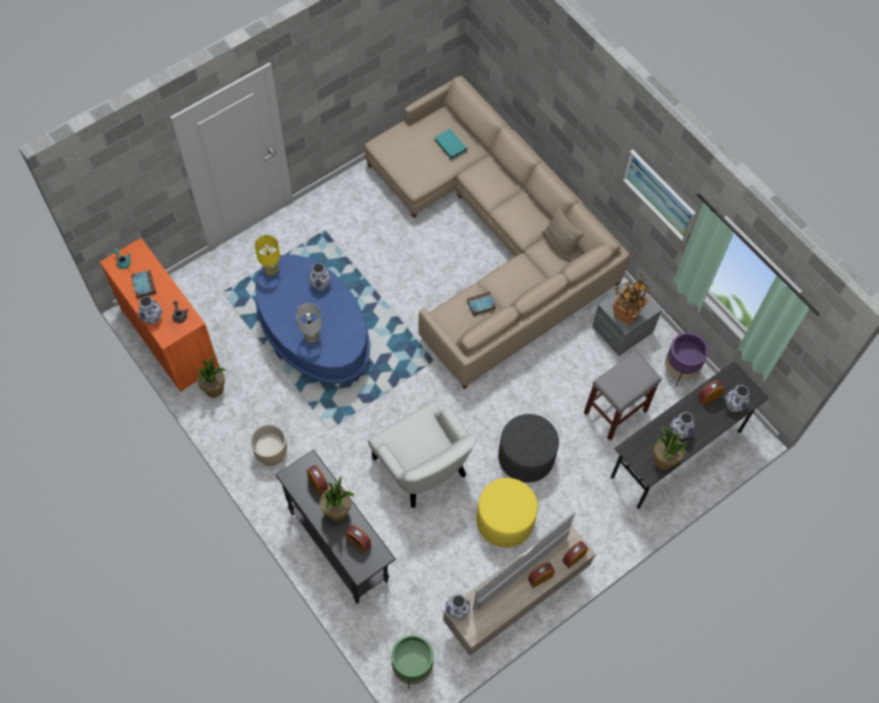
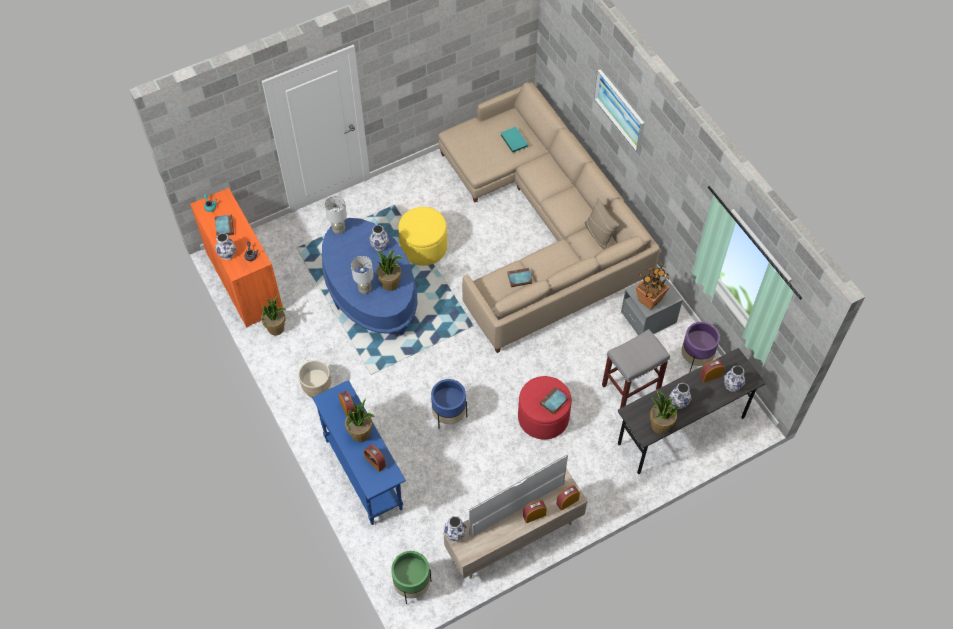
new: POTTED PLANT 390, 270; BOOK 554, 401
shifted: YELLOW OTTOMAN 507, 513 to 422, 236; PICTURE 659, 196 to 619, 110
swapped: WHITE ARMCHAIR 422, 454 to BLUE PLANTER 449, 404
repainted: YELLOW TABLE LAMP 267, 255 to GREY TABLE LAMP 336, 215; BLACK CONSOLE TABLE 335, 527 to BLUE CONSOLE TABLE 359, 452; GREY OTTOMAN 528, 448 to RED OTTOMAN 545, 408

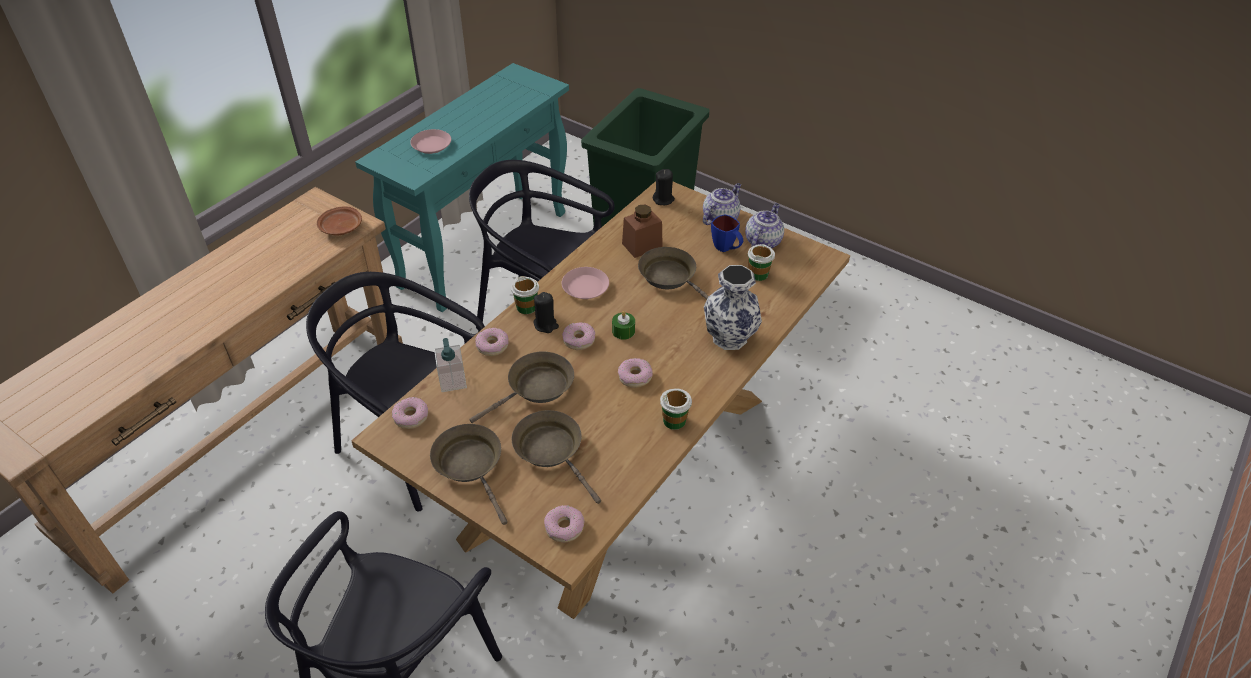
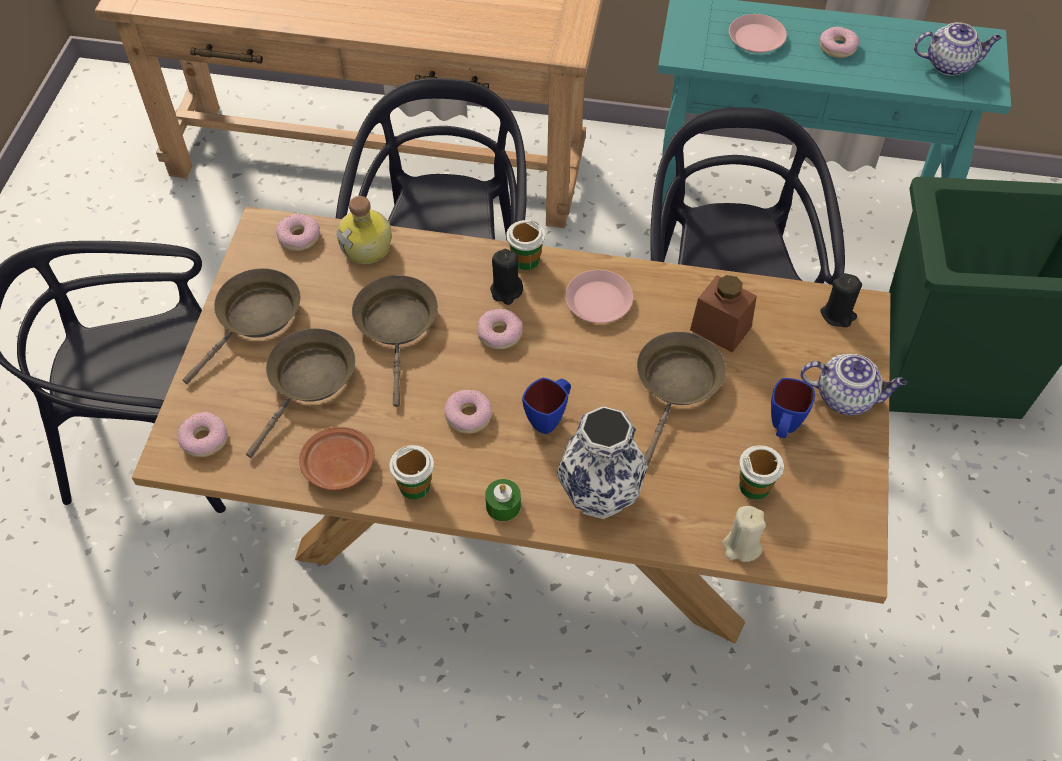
new: BLUE MUG 546, 406; BEIGE CANDLE 744, 534
shifted: BROWN PLATE 339, 220 to 337, 458; DONUT 492, 342 to 839, 42; GREEN CANDLE 623, 325 to 503, 500; TEAPOT 764, 226 to 958, 49
swapped: SOAP DISPENSER 450, 365 to BOTTLE 364, 230
rotated: BROWN FRYING PAN 521, 387 = 395, 341 120 degrees counterclockwise

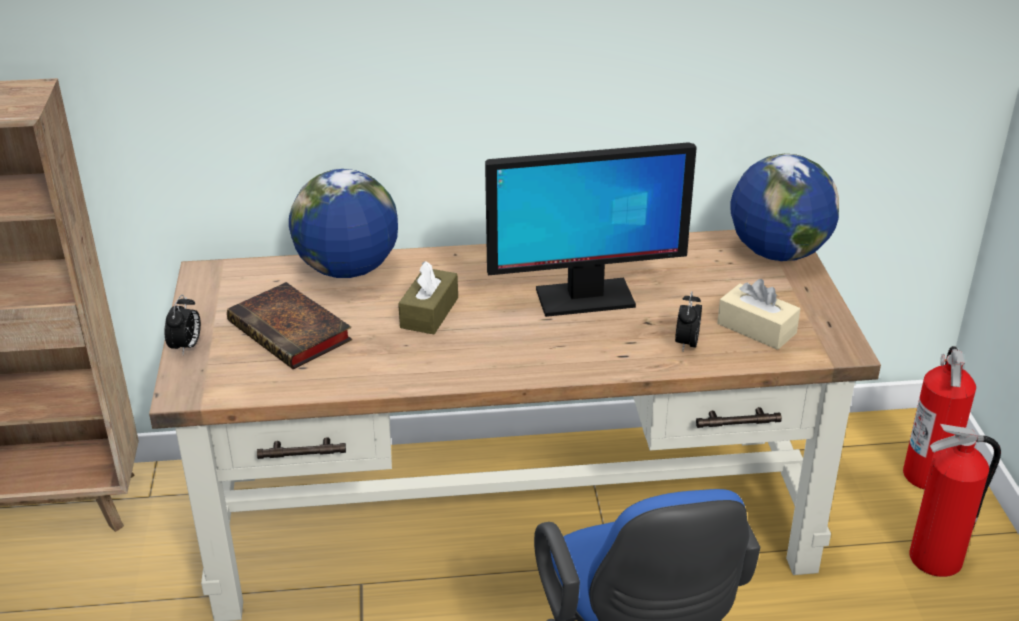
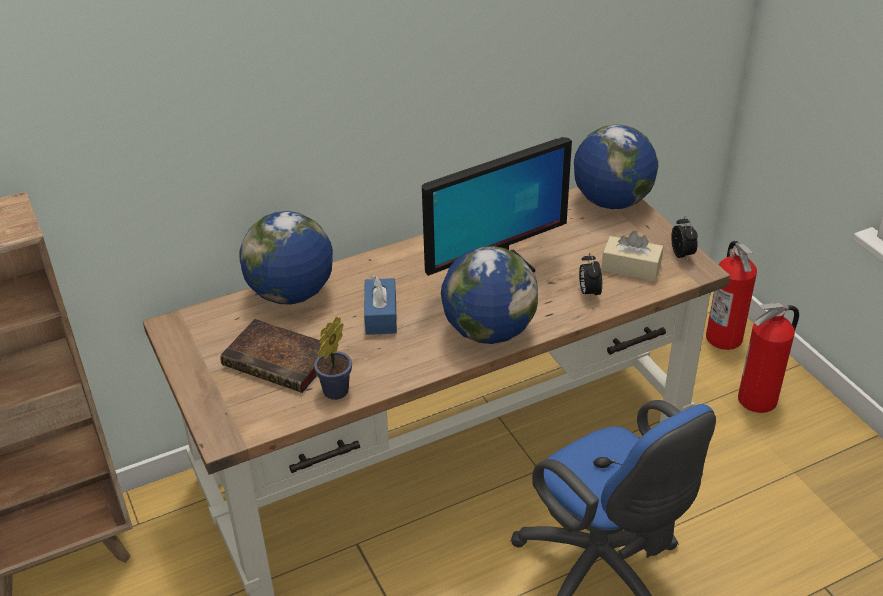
new: POTTED PLANT 333, 358; GLOBE 489, 295
shifted: ALARM CLOCK 182, 324 to 684, 238
repainted: BROWN TISSUE BOX 428, 297 to BLUE TISSUE BOX 380, 305

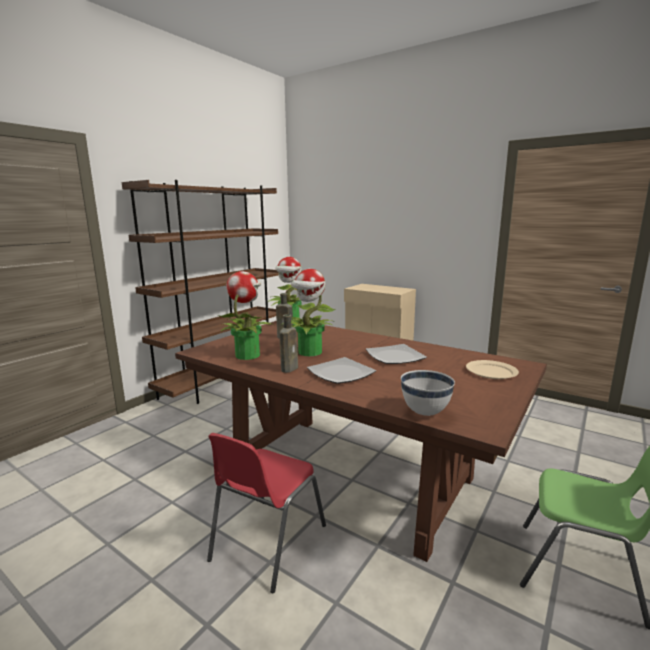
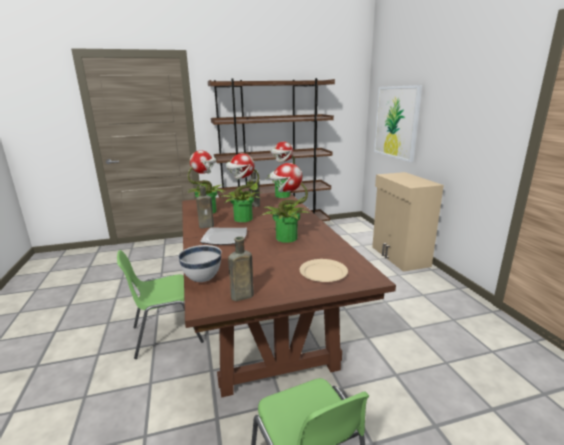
new: BROWN BOTTLE 241, 268; PICTURE 398, 123
swapped: PLATE 396, 354 to POTTED PLANT 285, 203
repainted: RED CHAIR 266, 513 to GREEN CHAIR 160, 304

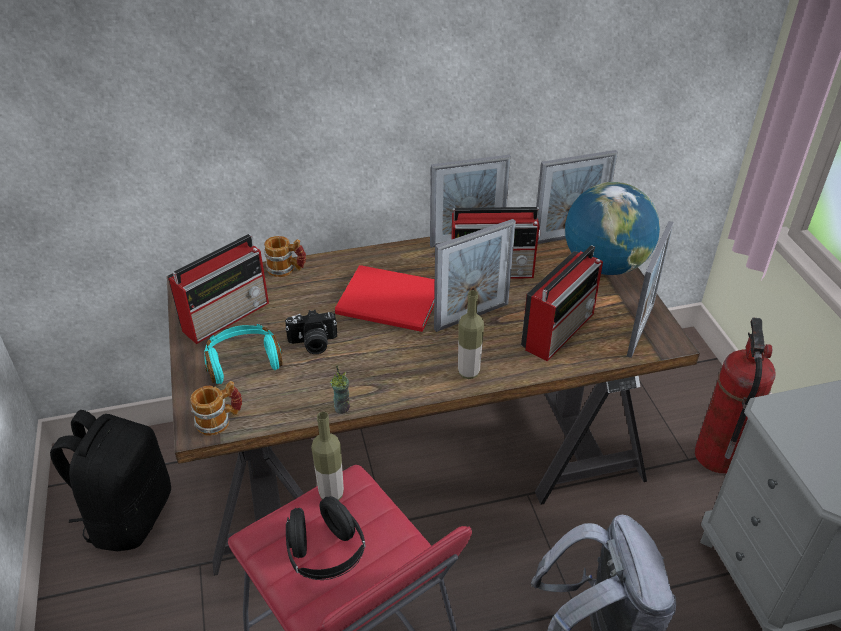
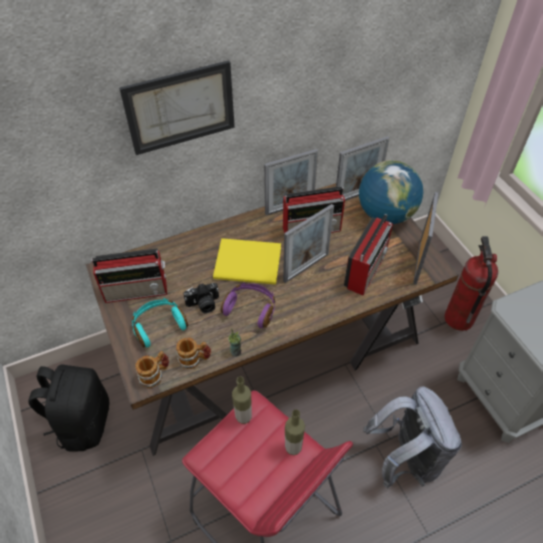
gone: BLACK HEADPHONES 325, 538
new: PICTURE 177, 107; PURPLE HEADPHONES 248, 305
shifted: MUG 285, 256 to 193, 353; BOTTLE 471, 334 to 295, 432
repainted: RED BOOK 385, 298 to YELLOW BOOK 247, 261
rotated: RADIO 218, 289 = 129, 275 45 degrees clockwise

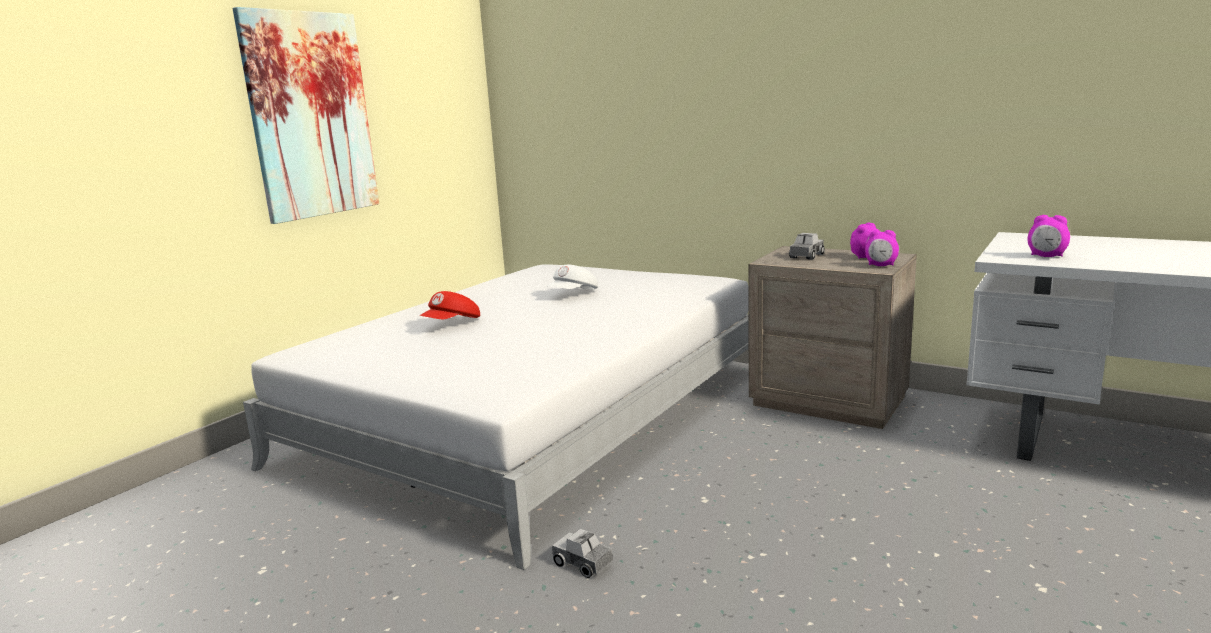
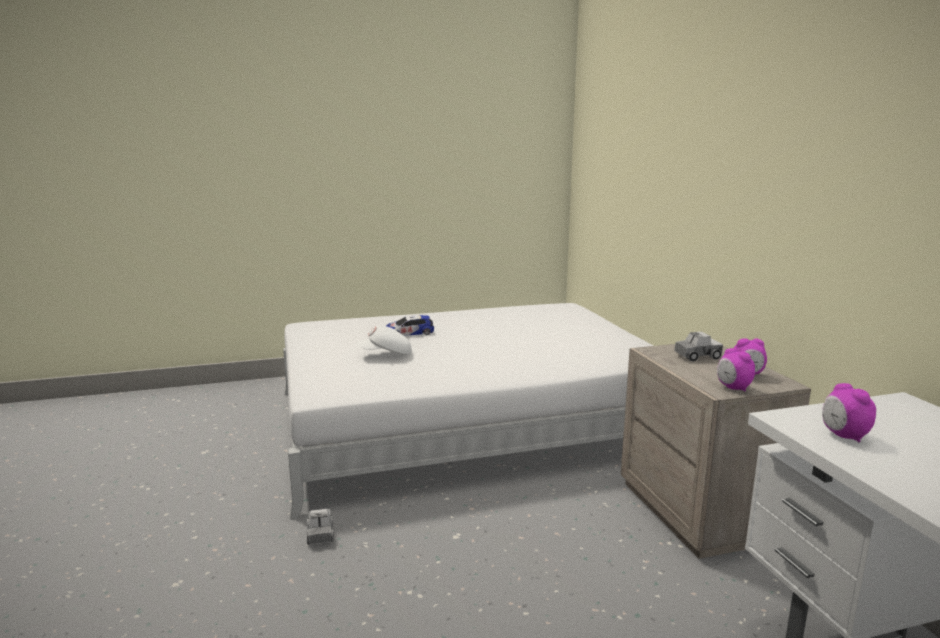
gone: PICTURE 305, 115
shifted: WHITE CAP 572, 277 to 384, 340
swapped: RED CAP 450, 305 to TOY CAR 410, 325

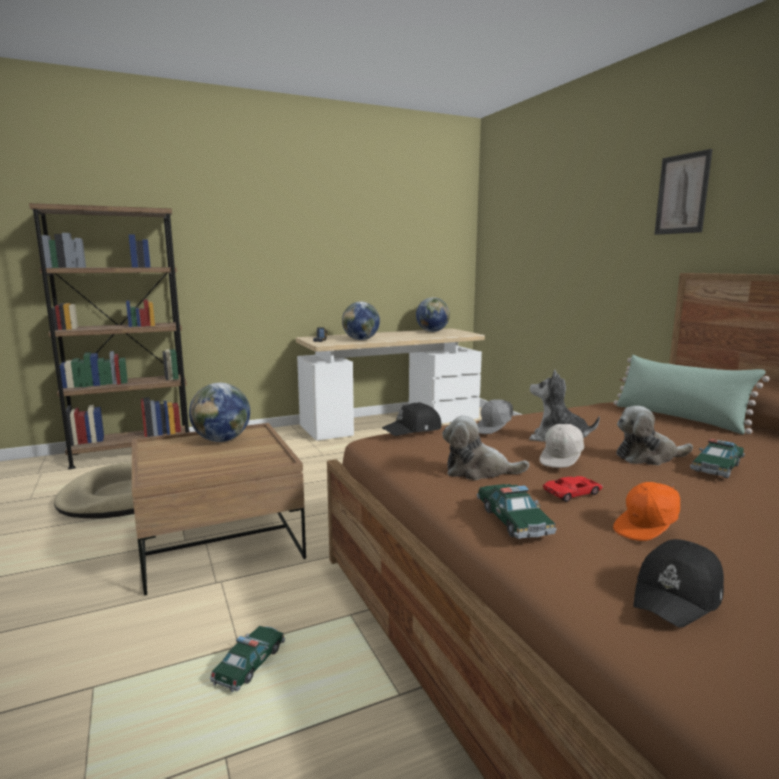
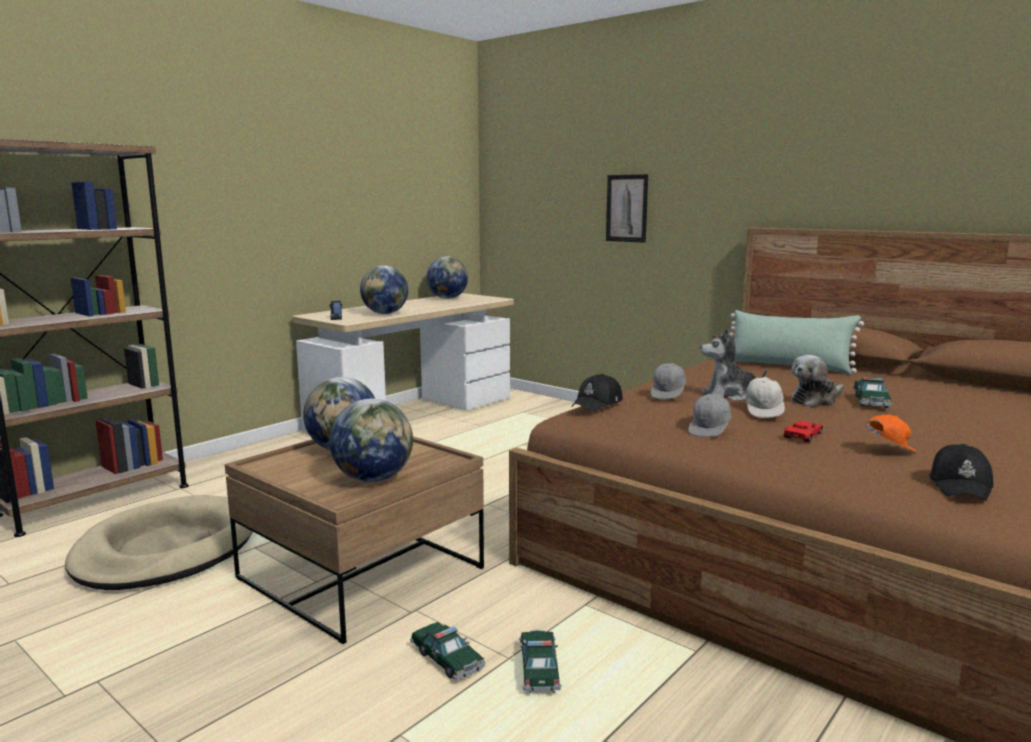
new: GLOBE 371, 440
shifted: TOY CAR 516, 511 to 447, 651; PICTURE 683, 192 to 627, 208
swapped: PLUSH TOY 485, 447 to GREY CAP 710, 416
rotated: ORANGE CAP 646, 511 = 891, 433 150 degrees counterclockwise

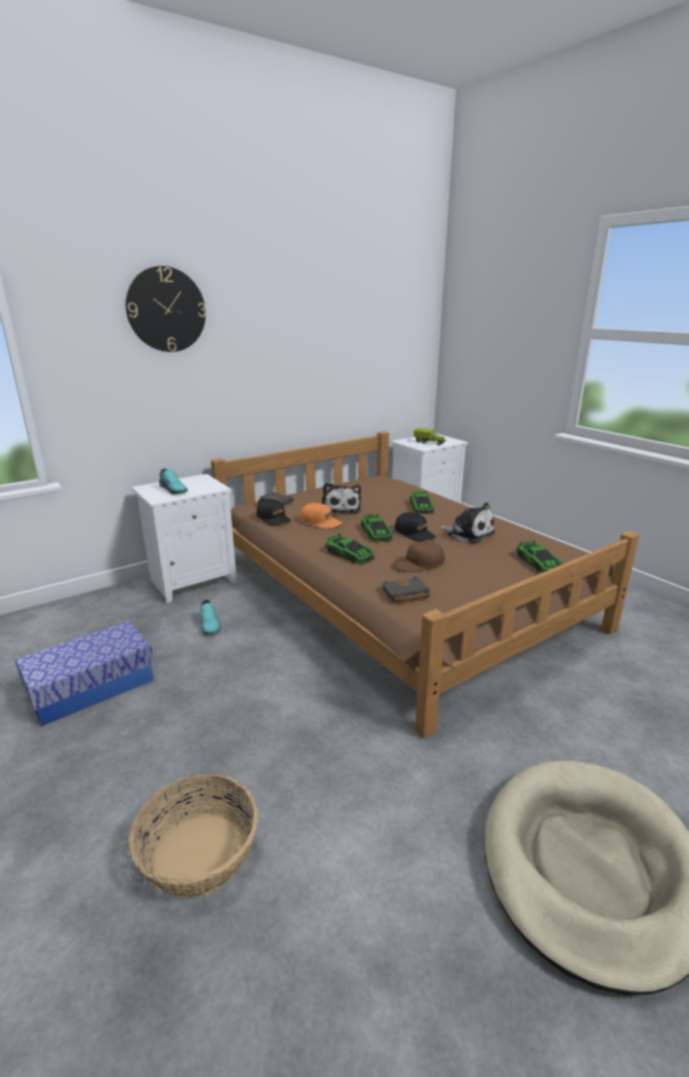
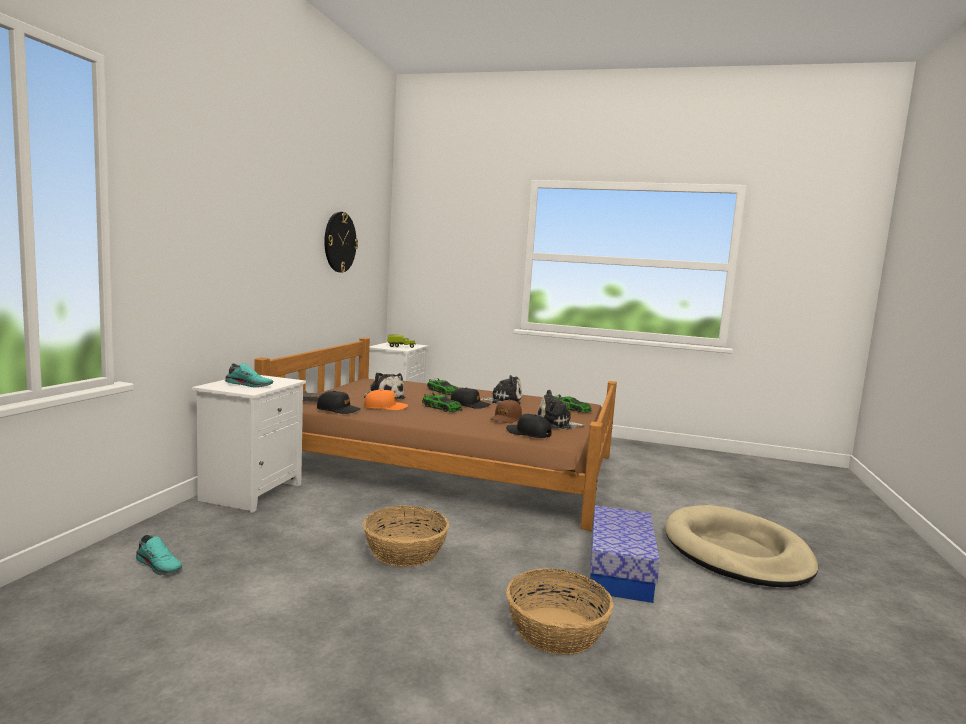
gone: TOY CAR 350, 548
new: BASKET 406, 536; PLUSH TOY 561, 409
shifted: STORAGE BOX 84, 673 to 625, 554; WALL CLOCK 166, 309 to 341, 242; TURQUOISE SHOE 211, 617 to 159, 555
swapped: BLACK BOOK 406, 589 to BLACK CAP 528, 426

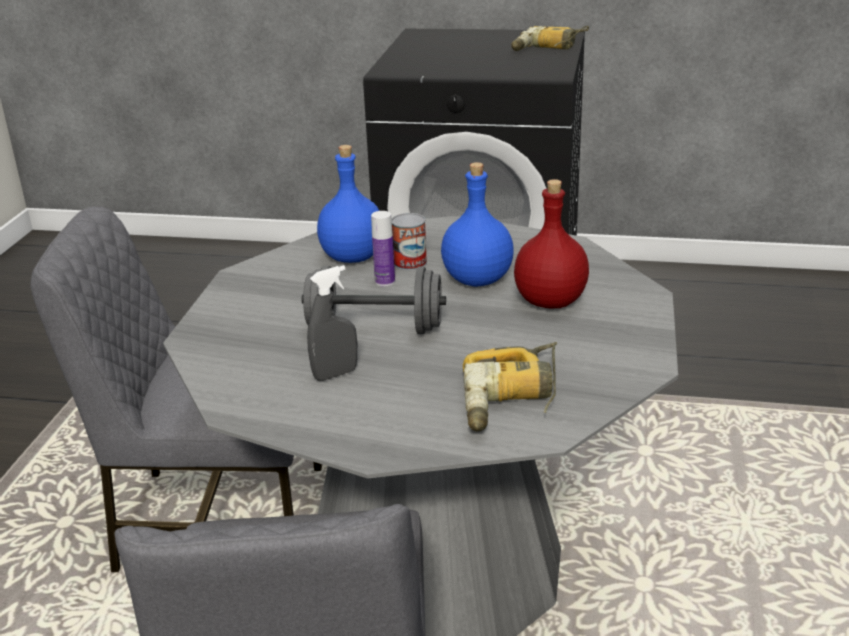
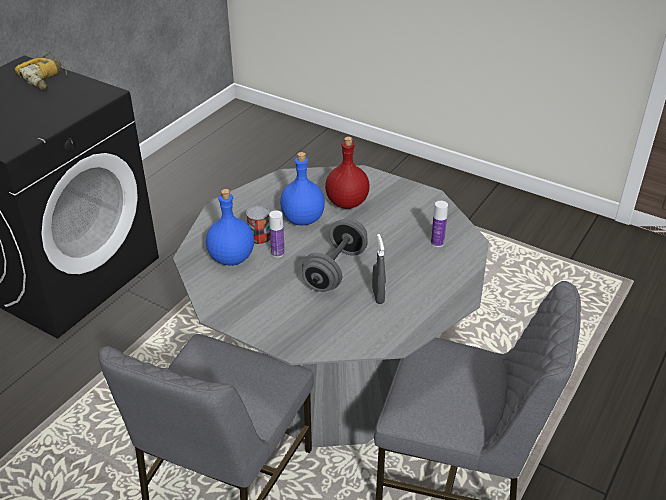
swapped: POWER DRILL 510, 386 to BOTTLE 439, 224

